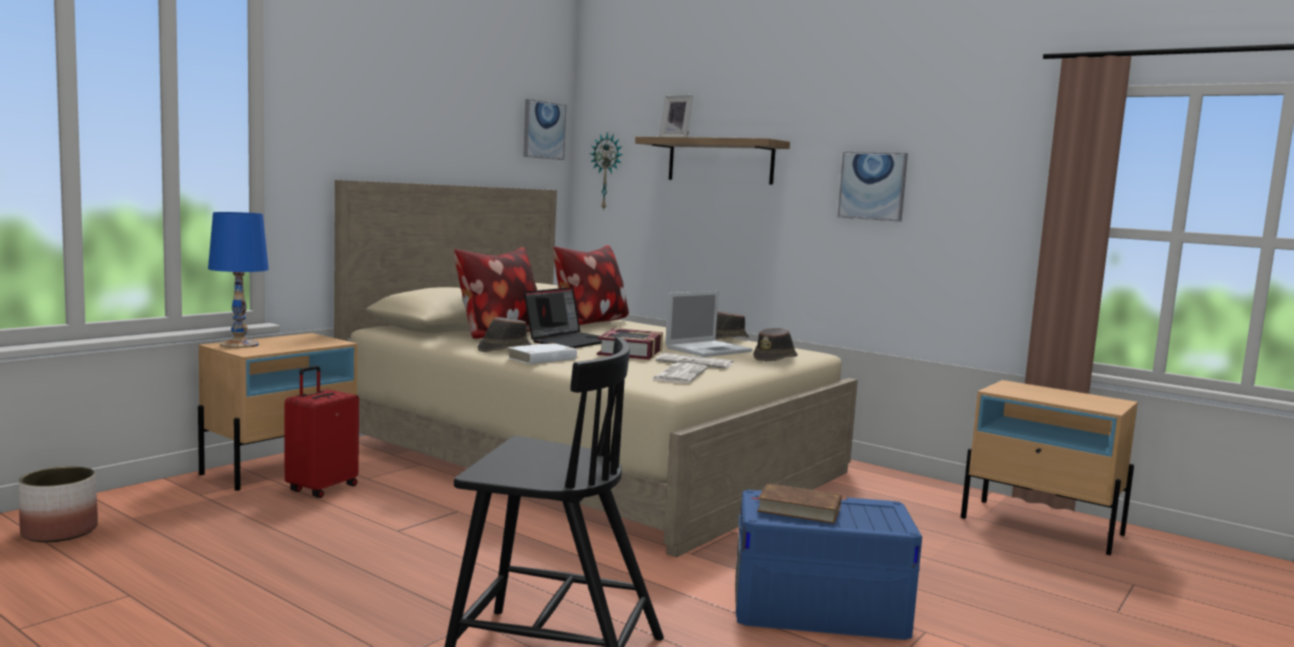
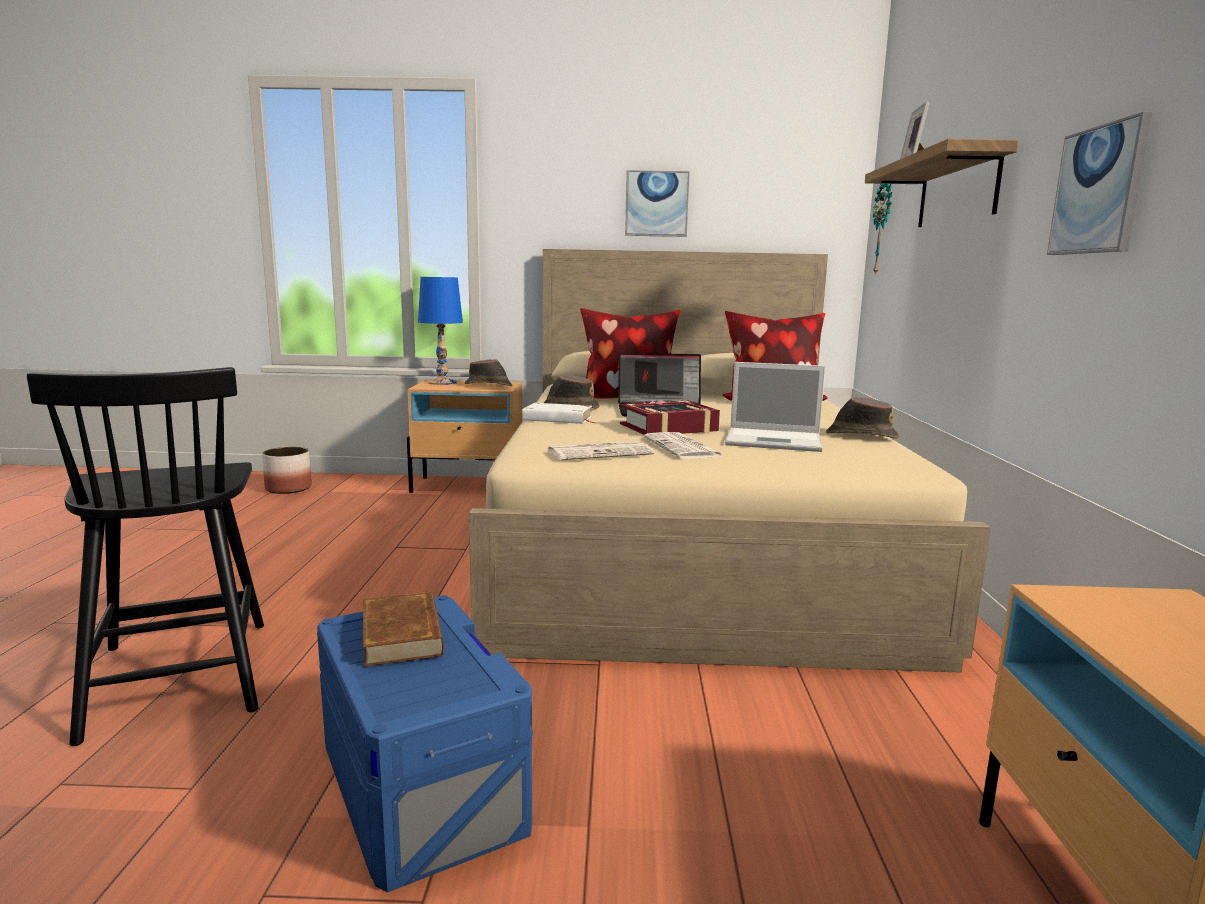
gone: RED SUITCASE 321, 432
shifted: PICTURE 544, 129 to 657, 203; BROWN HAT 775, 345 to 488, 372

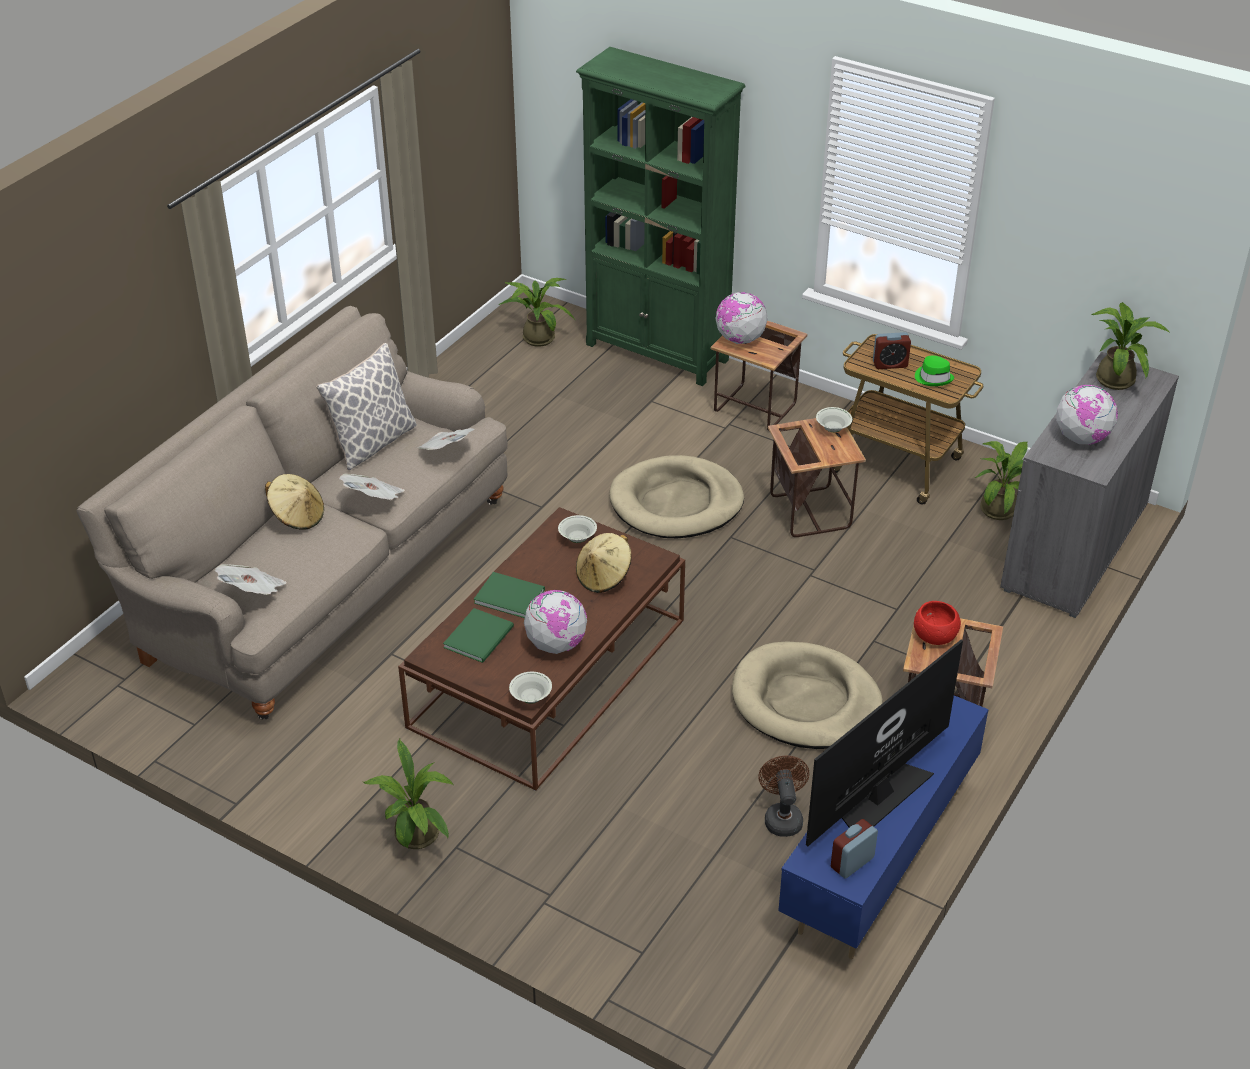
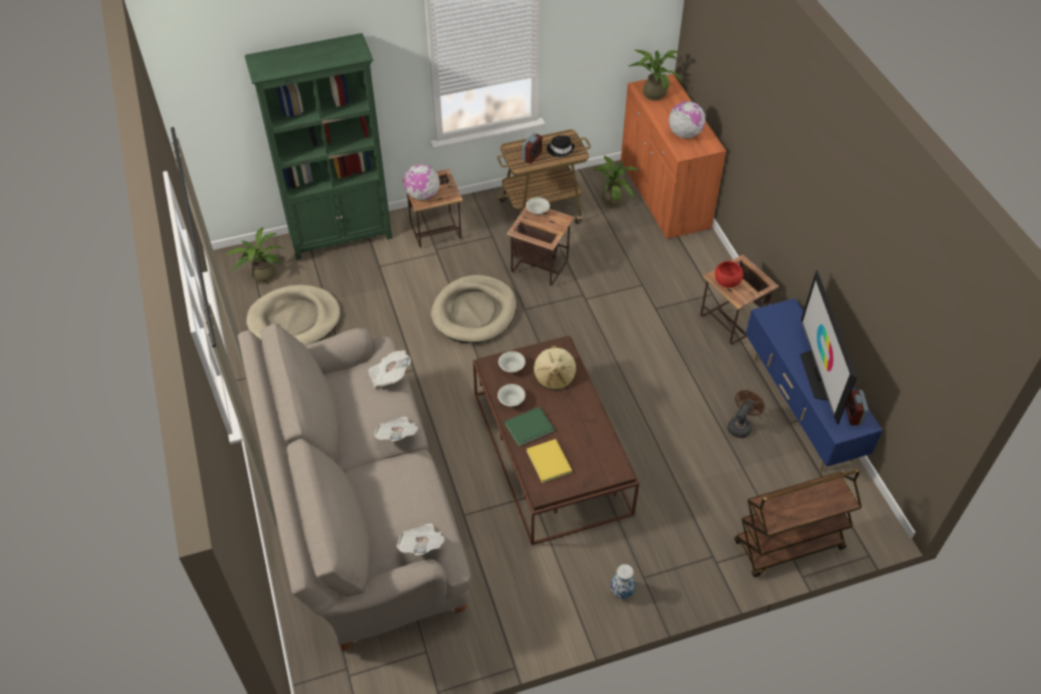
gone: BEIGE HAT 294, 501; PILLOW 366, 406; GLOBE 555, 622
new: BROWN CART 798, 523
shifted: WHITE BOWL 530, 688 to 511, 395; BEIGE DOG BED 807, 695 to 293, 315
swapped: POTTED PLANT 408, 794 to VASE 623, 581
repainted: GREEN BOOK 478, 635 to YELLOW BOOK 550, 461; GREEN HAT 934, 371 to BLACK HAT 560, 146; GREY CABINET 1089, 485 to ORANGE CABINET 674, 157
rotated: BROWN FAN 783, 796 = 746, 414 90 degrees clockwise

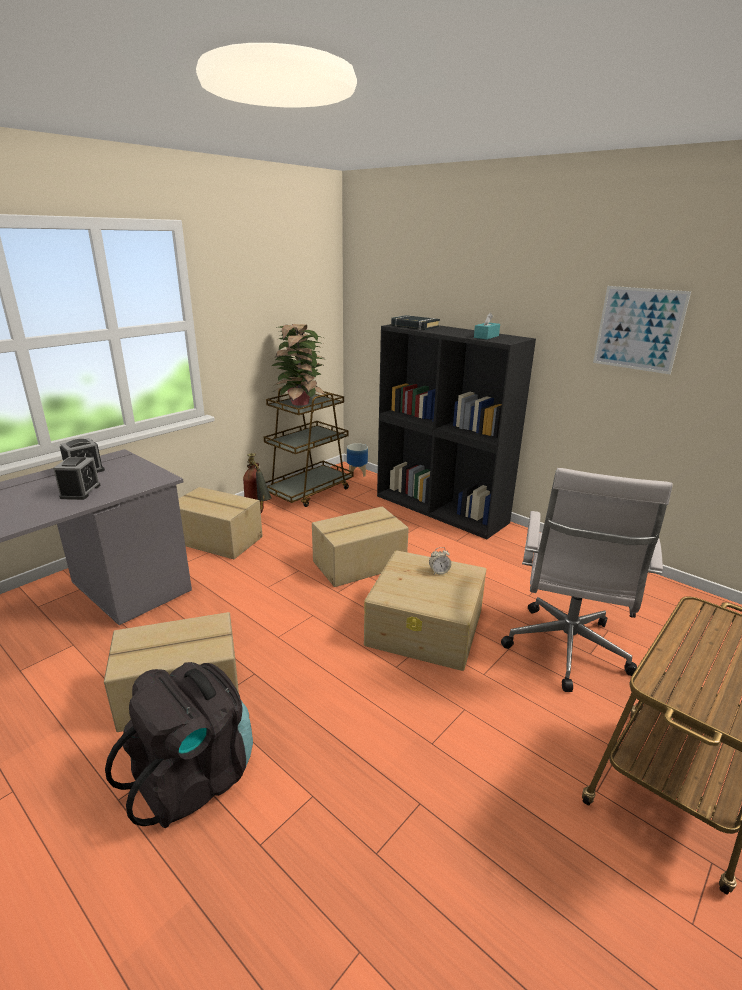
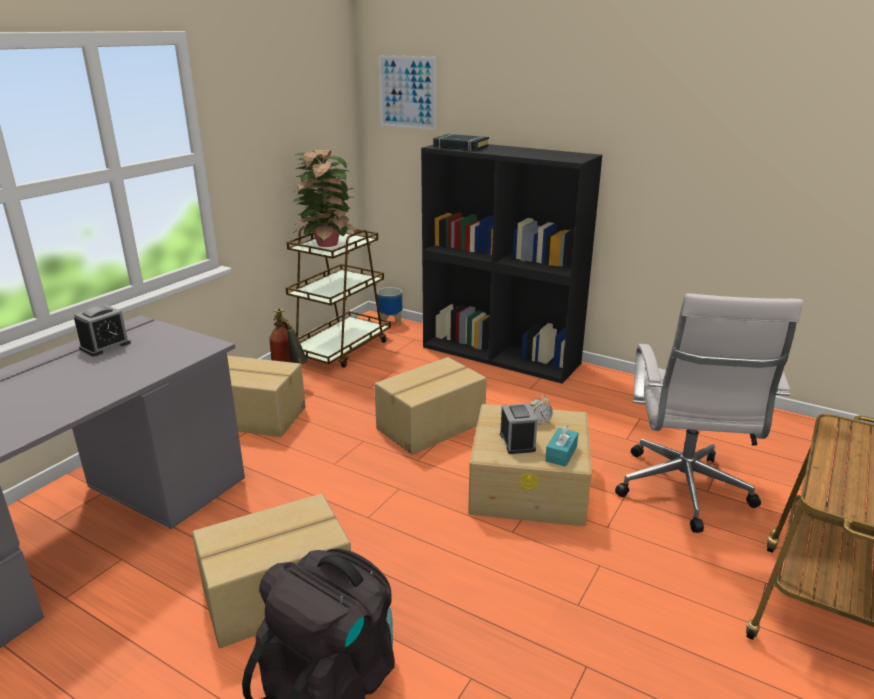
shifted: ALARM CLOCK 77, 478 to 519, 428; TURQUOISE TISSUE BOX 487, 326 to 561, 445; PICTURE 642, 330 to 408, 92

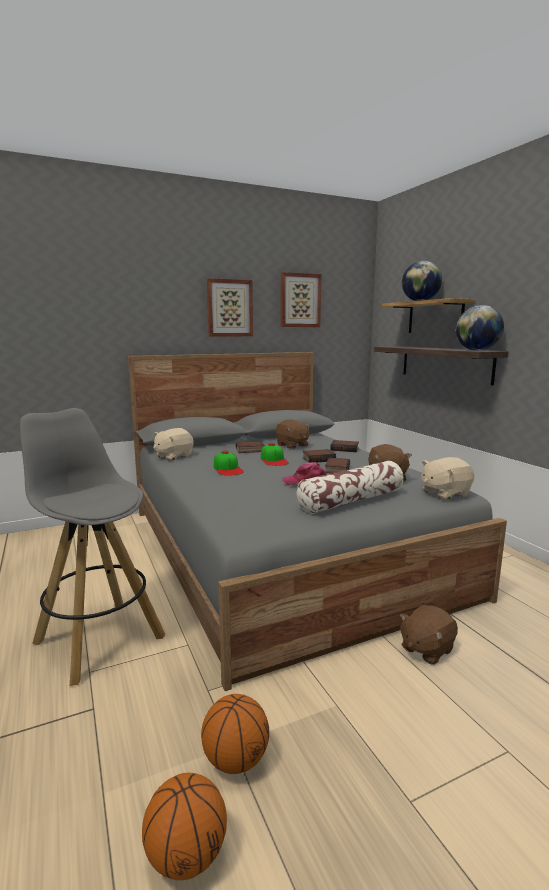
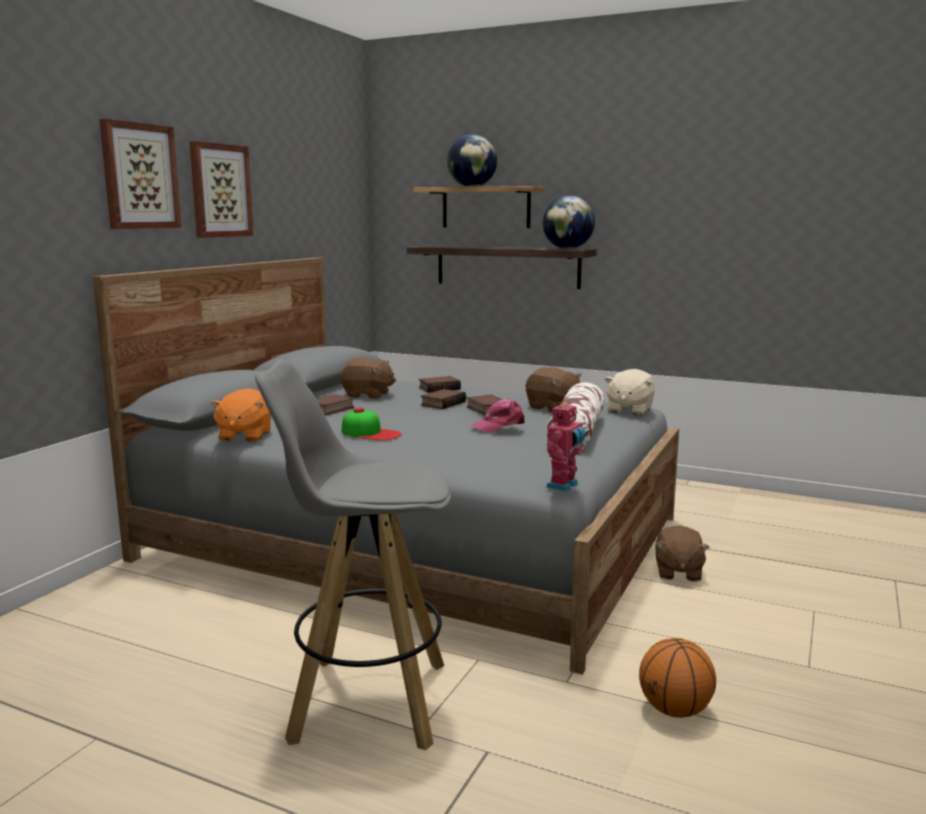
gone: BASKETBALL 184, 826; CAP 275, 454
new: TOY ROBOT 565, 447
shifted: PICTURE 301, 299 to 140, 174
repainted: BEIGE PLUSH TOY 174, 444 to ORANGE PLUSH TOY 240, 415

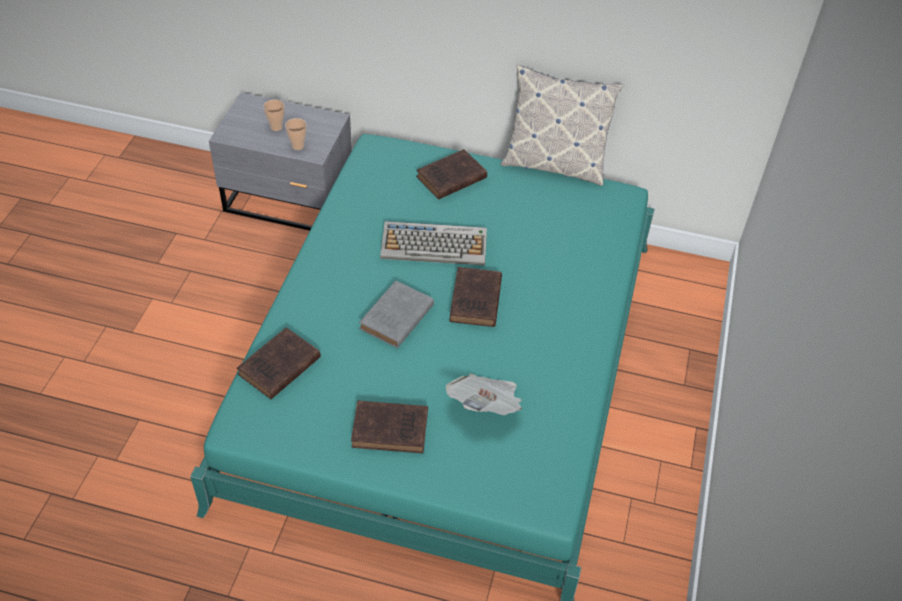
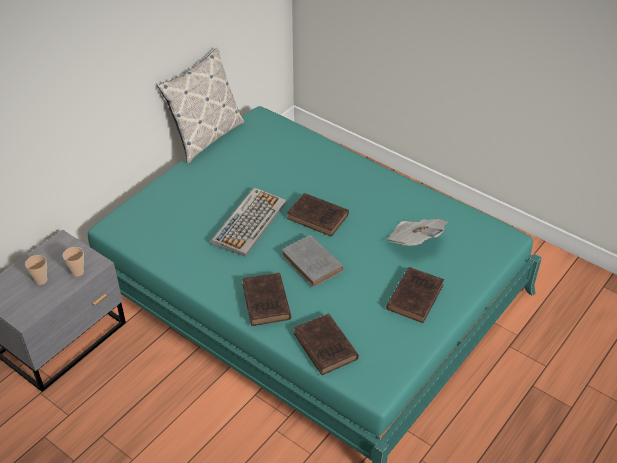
shifted: BROWN BOOK 451, 174 to 266, 299

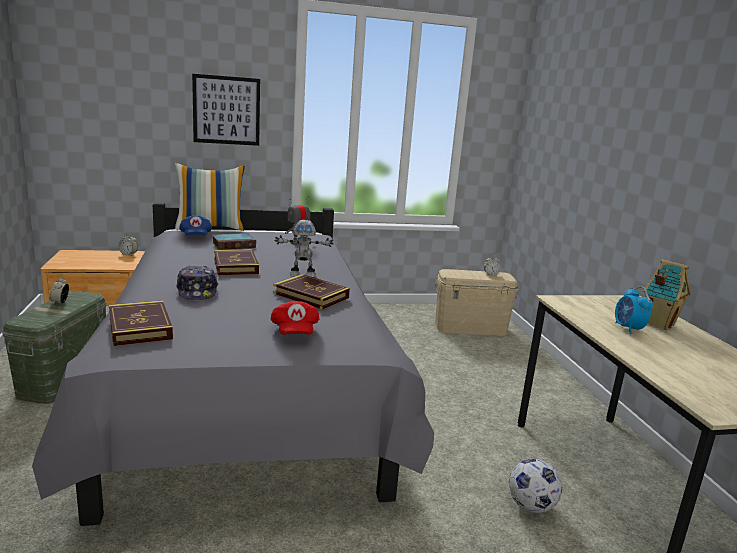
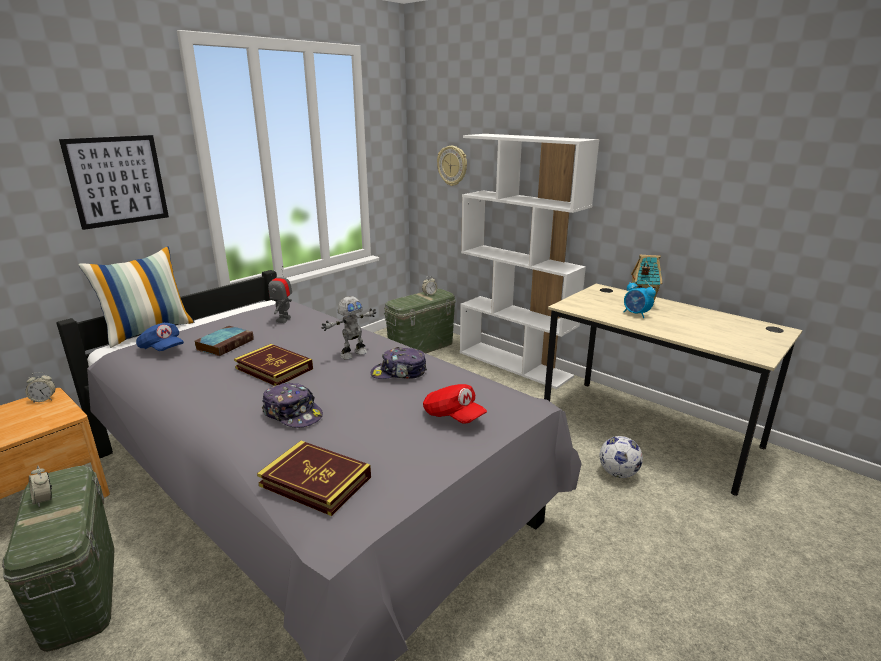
new: WALL CLOCK 452, 166; WHITE BOOKCASE 530, 261
swapped: BOOK 311, 292 to CAP 399, 363
repainted: BEIGE STORAGE BOX 477, 302 to GREEN STORAGE BOX 420, 321

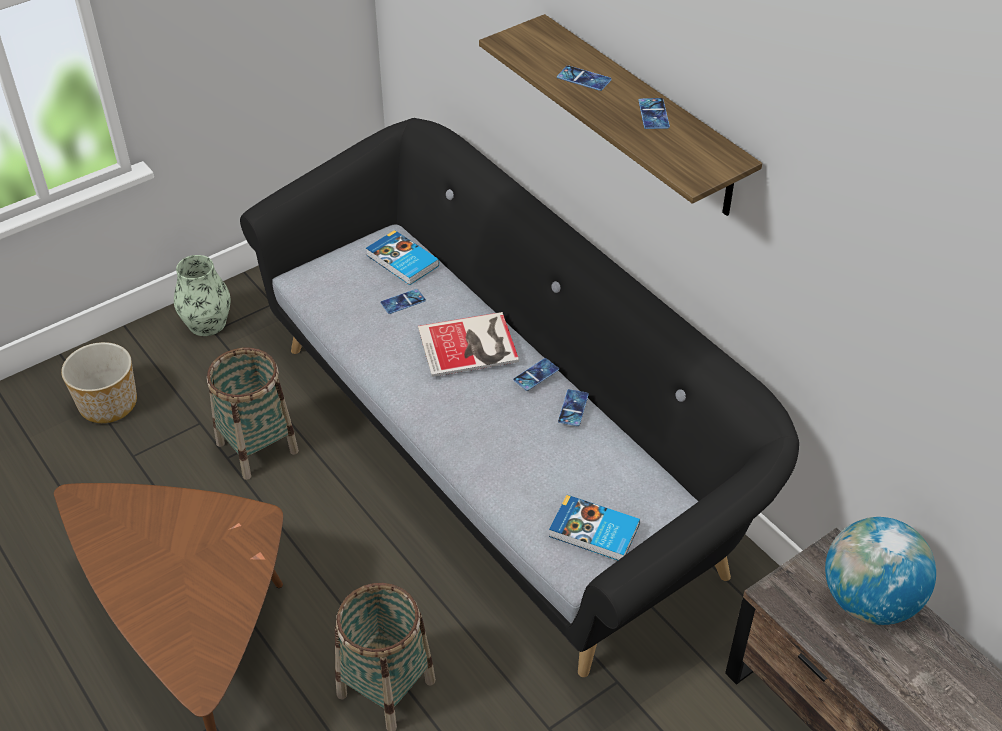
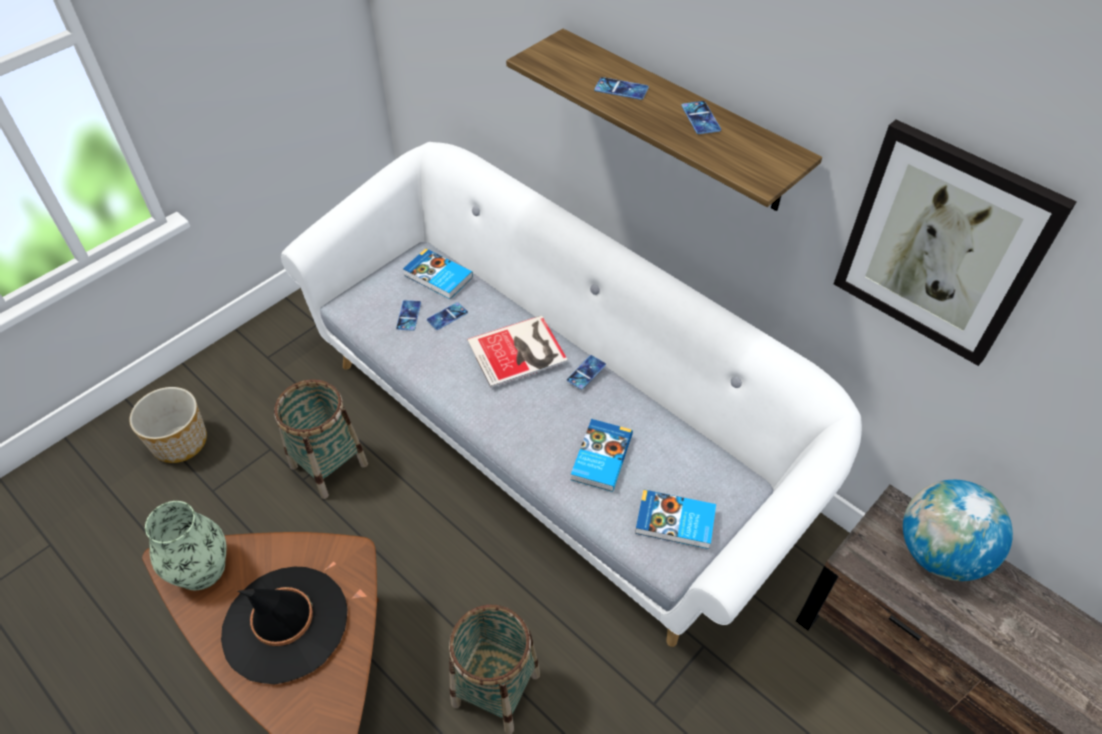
new: BLACK HAT 284, 625; BOOK 601, 455; PICTURE 955, 242
shifted: VASE 202, 295 to 185, 545; PHONE 573, 407 to 408, 315
repainted: BLACK SOFA 519, 397 to WHITE SOFA 571, 394

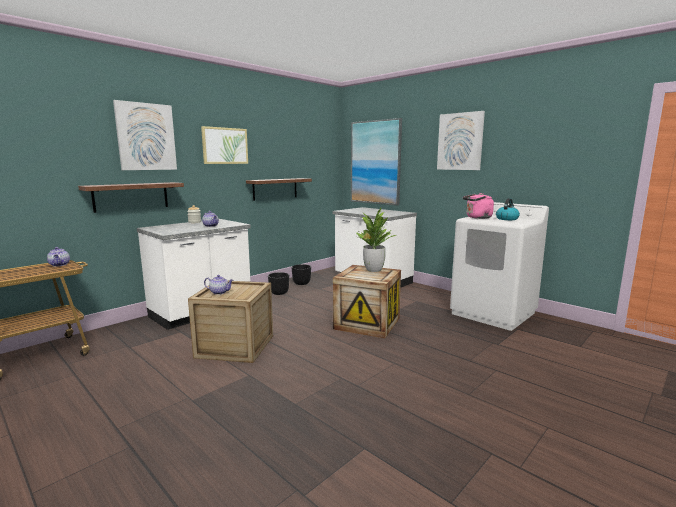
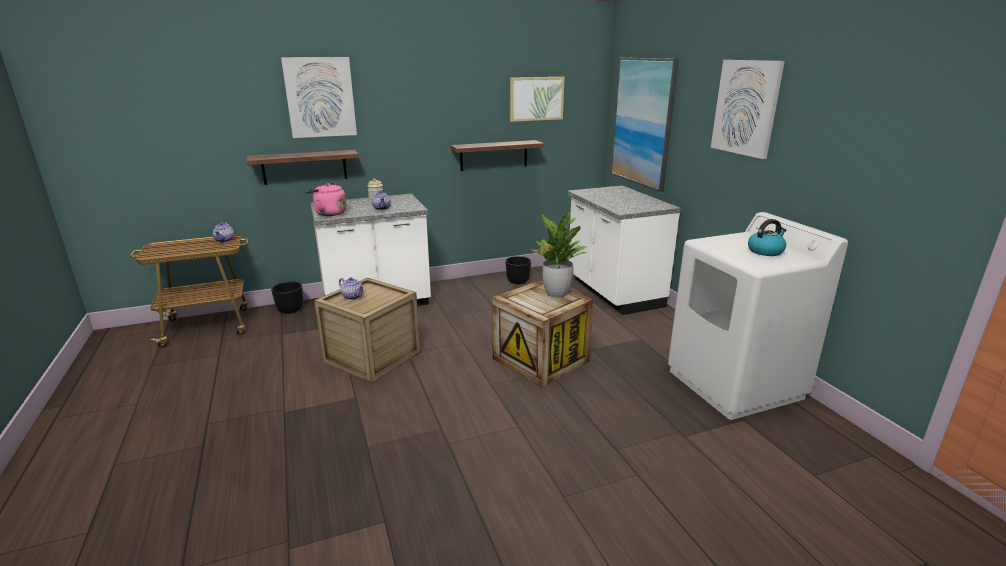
shifted: PICTURE 224, 145 to 537, 99; BLACK PLANTER 278, 283 to 287, 298; PINK KETTLE 478, 206 to 326, 199

